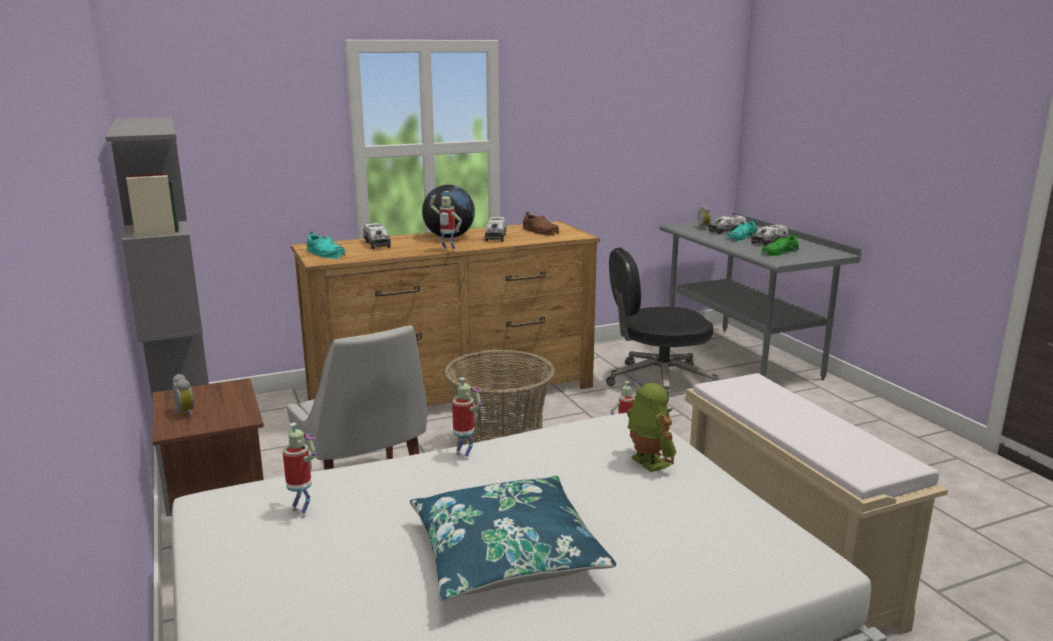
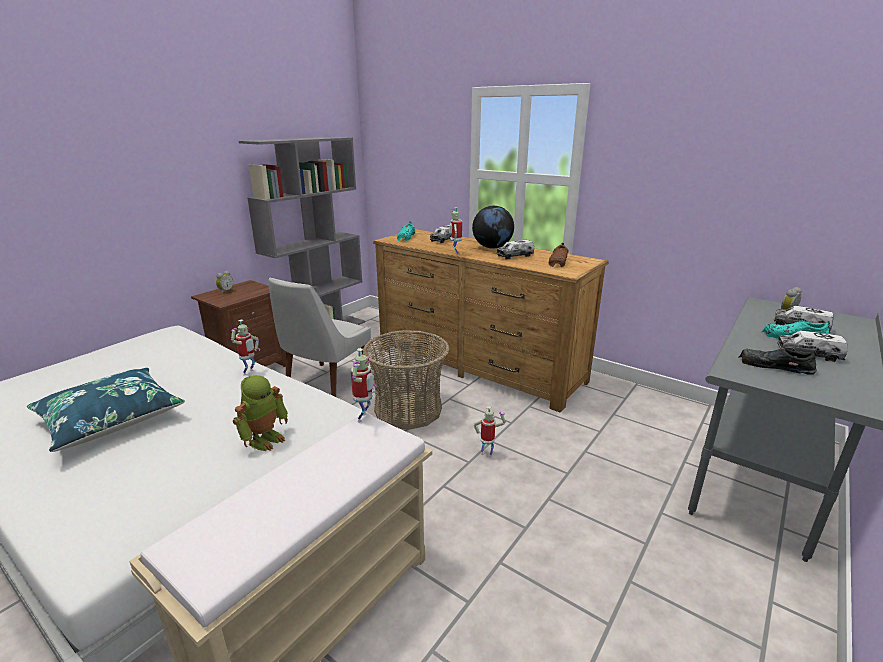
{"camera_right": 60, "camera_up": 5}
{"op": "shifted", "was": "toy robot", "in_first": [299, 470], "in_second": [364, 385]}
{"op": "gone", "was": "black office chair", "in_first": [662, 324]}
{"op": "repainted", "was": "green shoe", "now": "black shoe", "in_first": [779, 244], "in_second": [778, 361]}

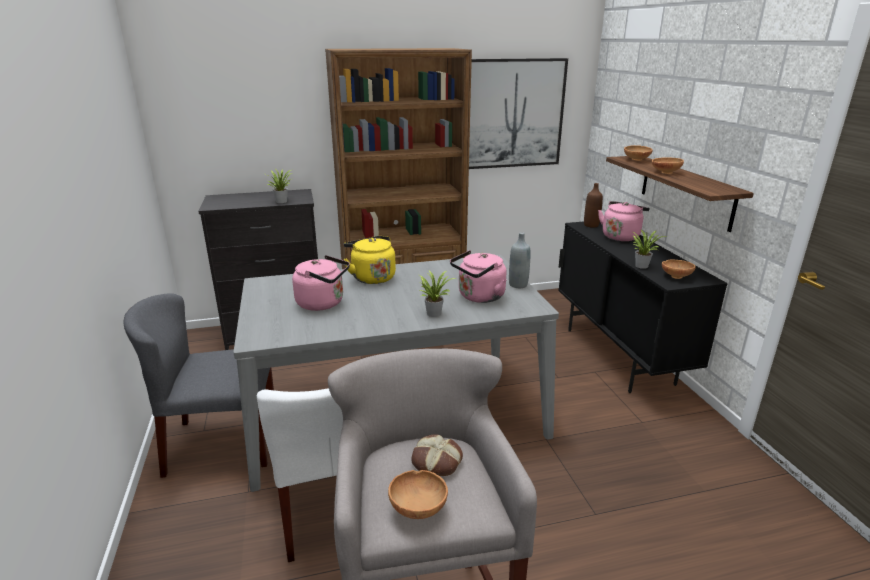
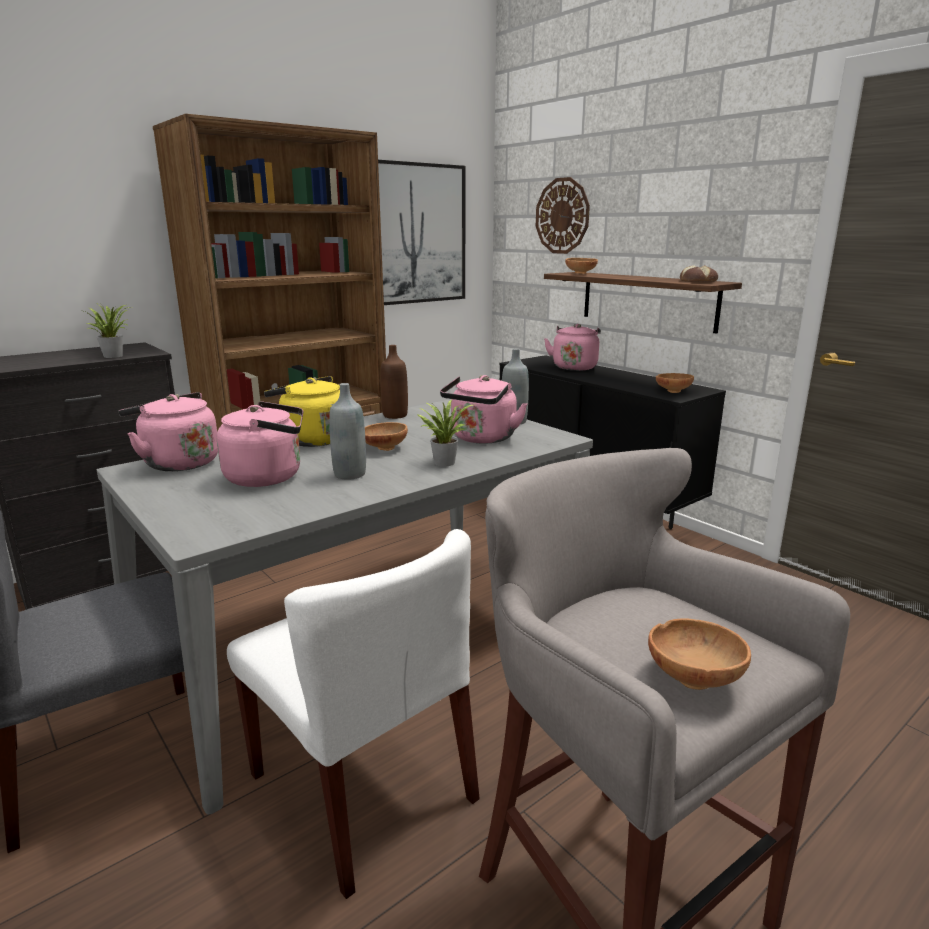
{"camera_right": -25, "camera_up": -5}
{"op": "shifted", "was": "bread", "in_first": [437, 455], "in_second": [699, 274]}
{"op": "shifted", "was": "brown bottle", "in_first": [593, 205], "in_second": [394, 382]}
{"op": "gone", "was": "potted plant", "in_first": [650, 249]}
{"op": "shifted", "was": "brown bowl", "in_first": [668, 165], "in_second": [386, 436]}
{"op": "new", "now": "pink kettle", "in_second": [168, 431]}
{"op": "new", "now": "grey bottle", "in_second": [347, 431]}
{"op": "new", "now": "wall clock", "in_second": [563, 215]}

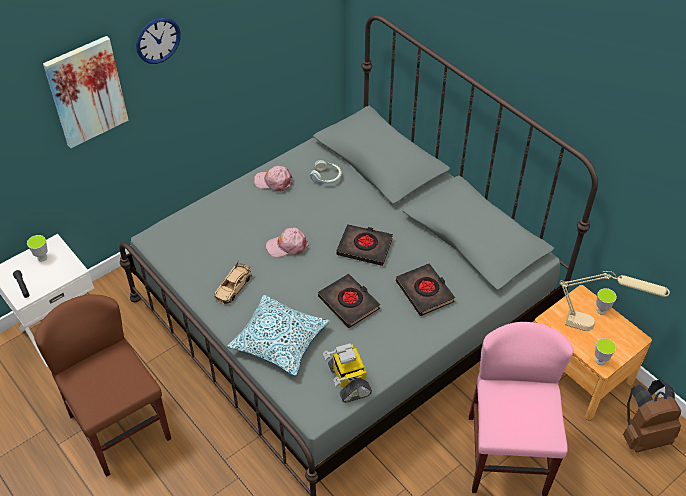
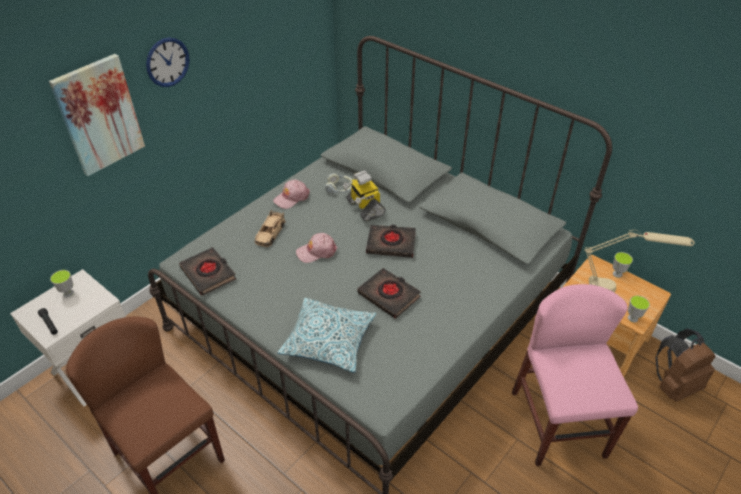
{"camera_right": -10, "camera_up": -5}
{"op": "shifted", "was": "beige toy car", "in_first": [233, 283], "in_second": [270, 228]}
{"op": "rotated", "was": "pink cap", "in_first": [273, 179], "in_second": [291, 194], "clockwise": -45}
{"op": "shifted", "was": "toy robot", "in_first": [347, 373], "in_second": [364, 196]}
{"op": "shifted", "was": "black book", "in_first": [425, 289], "in_second": [207, 271]}

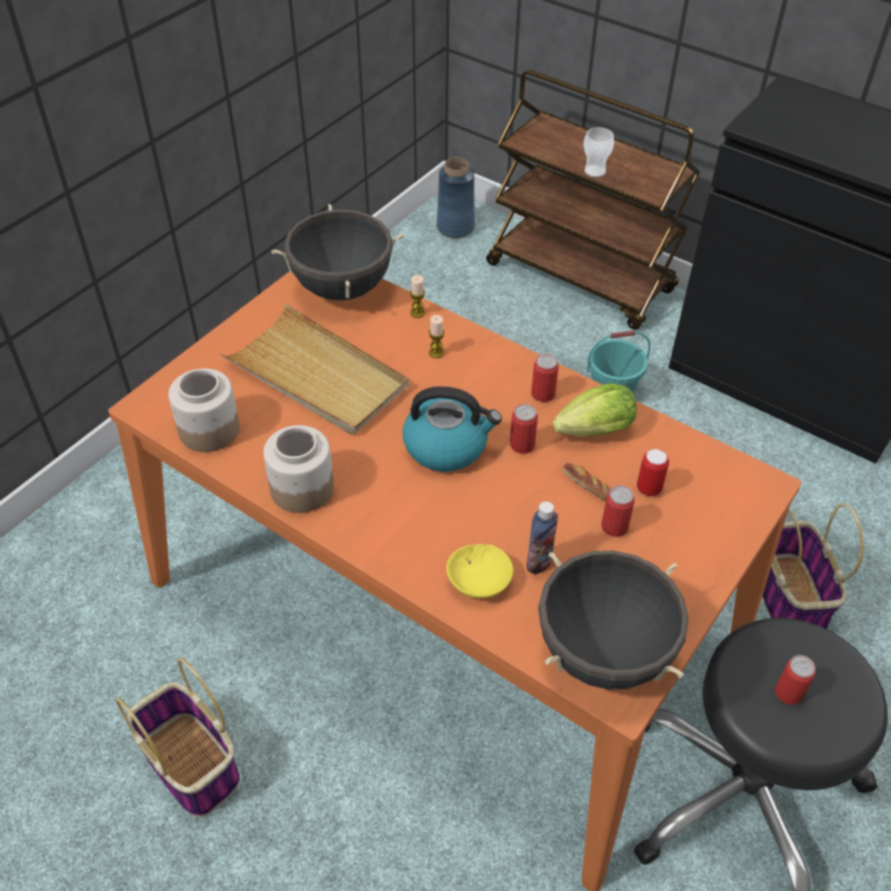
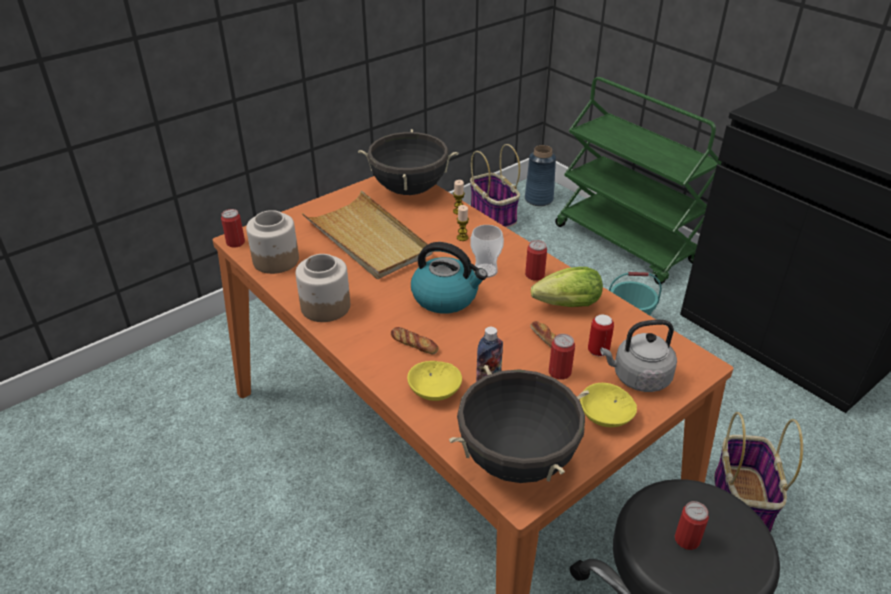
{"camera_right": 15, "camera_up": -10}
{"op": "shifted", "was": "basket", "in_first": [178, 737], "in_second": [495, 186]}
{"op": "repainted", "was": "brown cart", "now": "green cart", "in_first": [593, 200], "in_second": [638, 180]}
{"op": "shifted", "was": "can", "in_first": [524, 429], "in_second": [233, 228]}
{"op": "shifted", "was": "cup", "in_first": [598, 152], "in_second": [487, 251]}
{"op": "new", "now": "bread", "in_second": [415, 340]}
{"op": "new", "now": "yellow bowl", "in_second": [608, 405]}
{"op": "new", "now": "grey kettle", "in_second": [638, 356]}

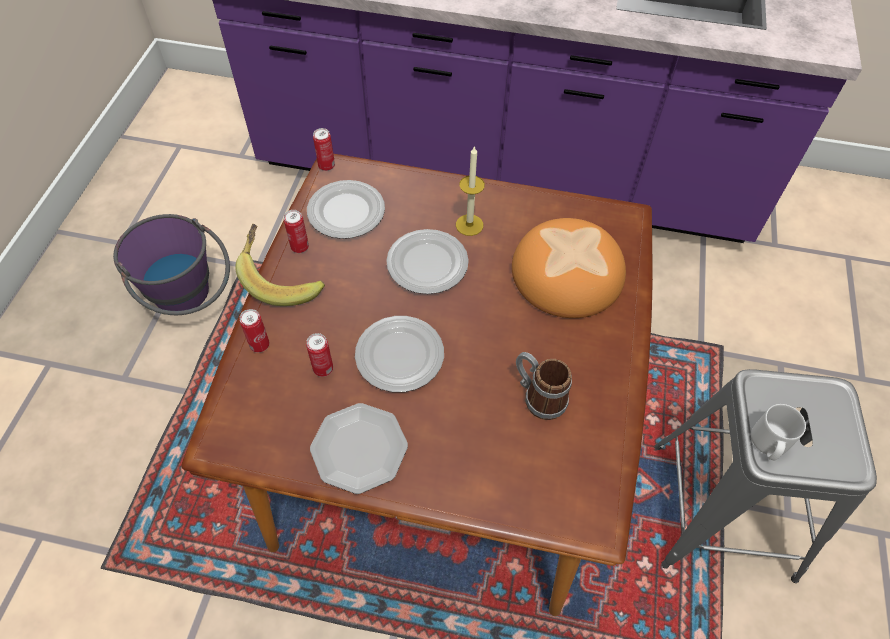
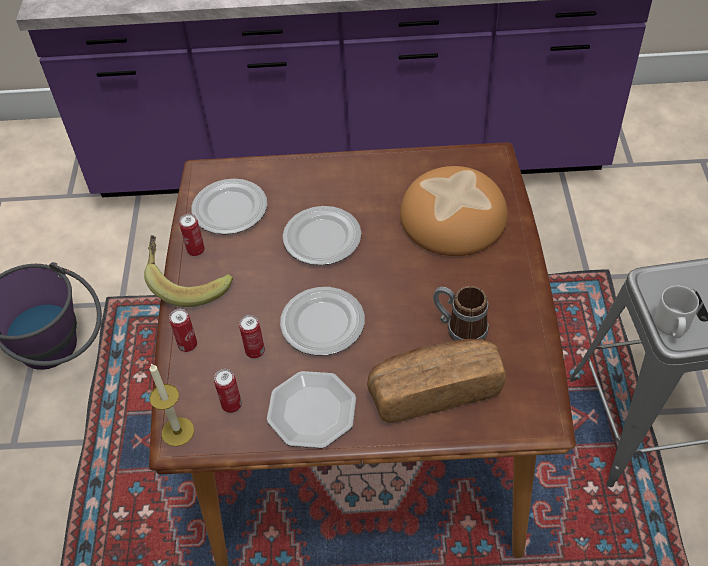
{"camera_right": -10, "camera_up": -5}
{"op": "shifted", "was": "can", "in_first": [324, 149], "in_second": [228, 391]}
{"op": "shifted", "was": "candle", "in_first": [470, 191], "in_second": [171, 405]}
{"op": "new", "now": "bread", "in_second": [436, 381]}

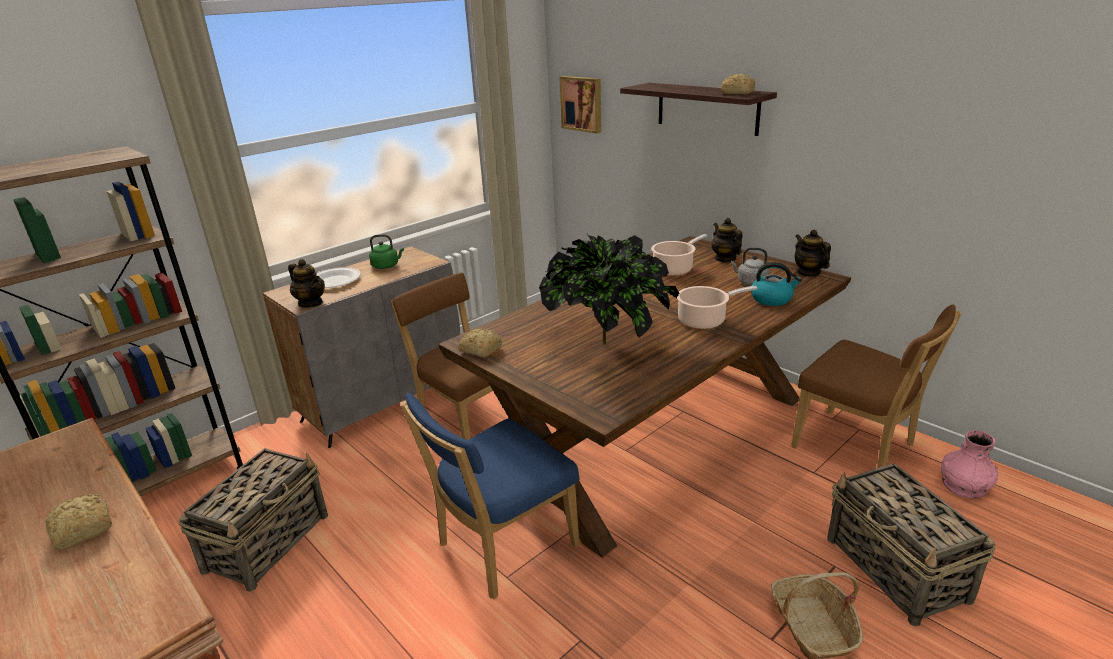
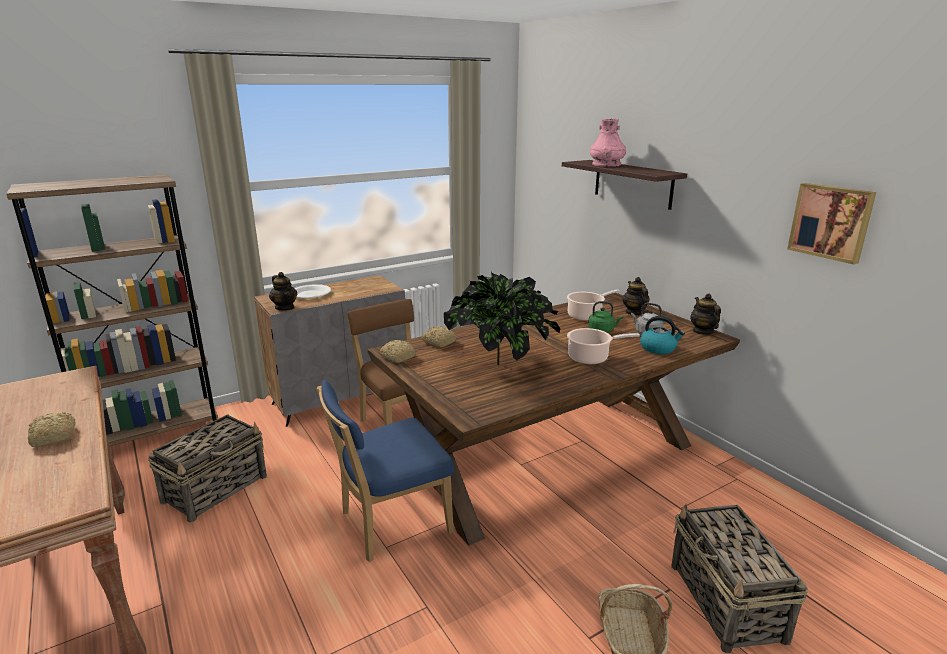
{"camera_right": 10, "camera_up": -5}
{"op": "shifted", "was": "green kettle", "in_first": [386, 251], "in_second": [605, 317]}
{"op": "shifted", "was": "picture", "in_first": [580, 105], "in_second": [831, 223]}
{"op": "shifted", "was": "bread", "in_first": [738, 84], "in_second": [439, 336]}
{"op": "gone", "was": "brown chair", "in_first": [876, 386]}
{"op": "shifted", "was": "pink vase", "in_first": [969, 464], "in_second": [608, 143]}

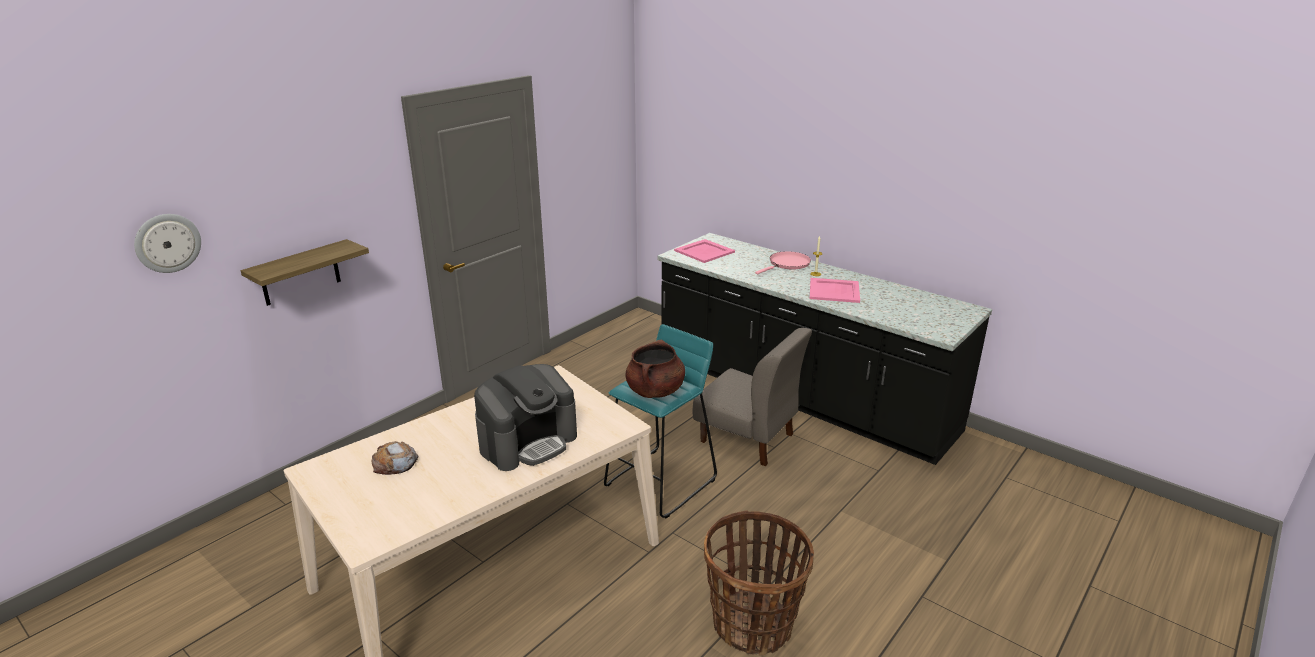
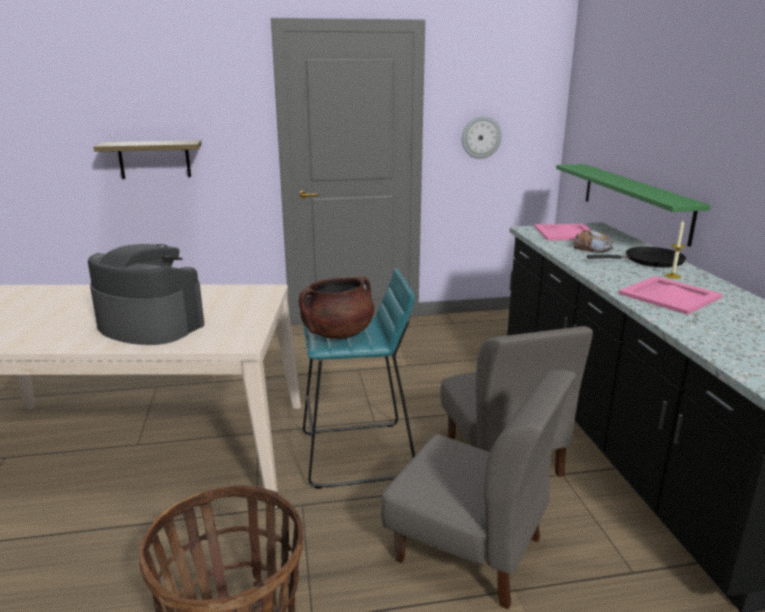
{"camera_right": 40, "camera_up": -5}
{"op": "shifted", "was": "wall clock", "in_first": [167, 243], "in_second": [482, 137]}
{"op": "shifted", "was": "bread", "in_first": [395, 458], "in_second": [593, 241]}
{"op": "rotated", "was": "coffee machine", "in_first": [525, 417], "in_second": [146, 294], "clockwise": -150}
{"op": "repainted", "was": "pink frying pan", "now": "black frying pan", "in_first": [783, 262], "in_second": [636, 257]}
{"op": "new", "now": "grey chair", "in_second": [478, 490]}
{"op": "new", "now": "green shelf", "in_second": [633, 205]}

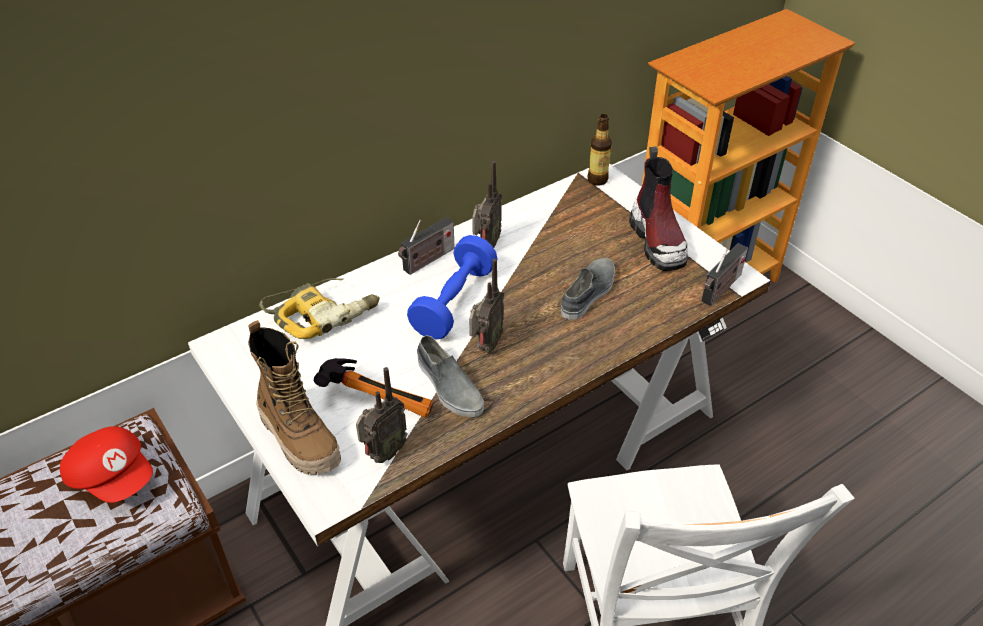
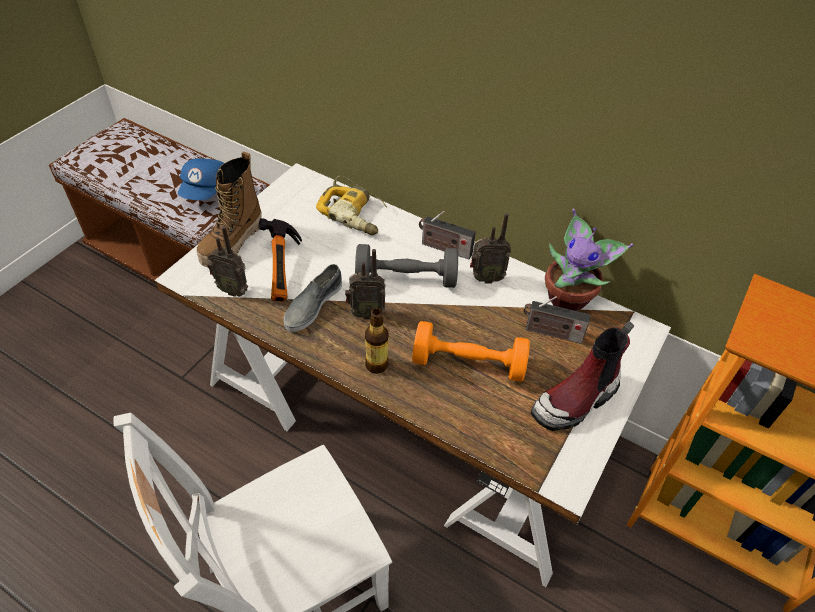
{"camera_right": 65, "camera_up": 5}
{"op": "repainted", "was": "red cap", "now": "blue cap", "in_first": [106, 464], "in_second": [201, 179]}
{"op": "repainted", "was": "blue dumbbell", "now": "grey dumbbell", "in_first": [452, 287], "in_second": [406, 266]}
{"op": "swapped", "was": "grey shoe", "now": "orange dumbbell", "in_first": [588, 289], "in_second": [471, 351]}
{"op": "shifted", "was": "bottle", "in_first": [600, 149], "in_second": [377, 341]}
{"op": "shifted", "was": "radio", "in_first": [724, 274], "in_second": [557, 320]}
{"op": "new", "now": "potted plant", "in_second": [589, 260]}

